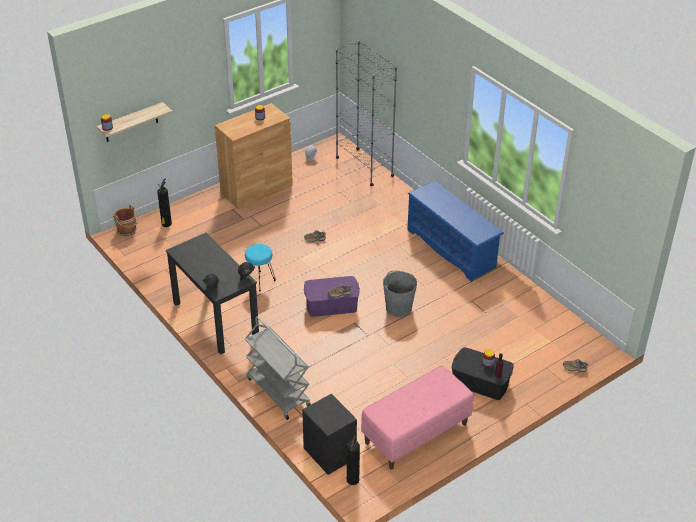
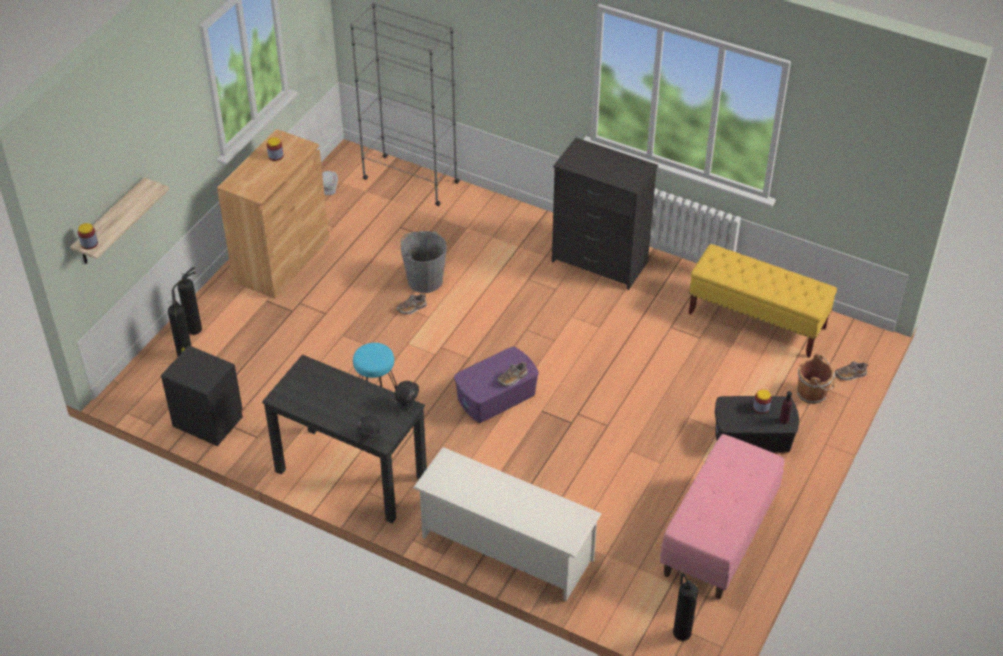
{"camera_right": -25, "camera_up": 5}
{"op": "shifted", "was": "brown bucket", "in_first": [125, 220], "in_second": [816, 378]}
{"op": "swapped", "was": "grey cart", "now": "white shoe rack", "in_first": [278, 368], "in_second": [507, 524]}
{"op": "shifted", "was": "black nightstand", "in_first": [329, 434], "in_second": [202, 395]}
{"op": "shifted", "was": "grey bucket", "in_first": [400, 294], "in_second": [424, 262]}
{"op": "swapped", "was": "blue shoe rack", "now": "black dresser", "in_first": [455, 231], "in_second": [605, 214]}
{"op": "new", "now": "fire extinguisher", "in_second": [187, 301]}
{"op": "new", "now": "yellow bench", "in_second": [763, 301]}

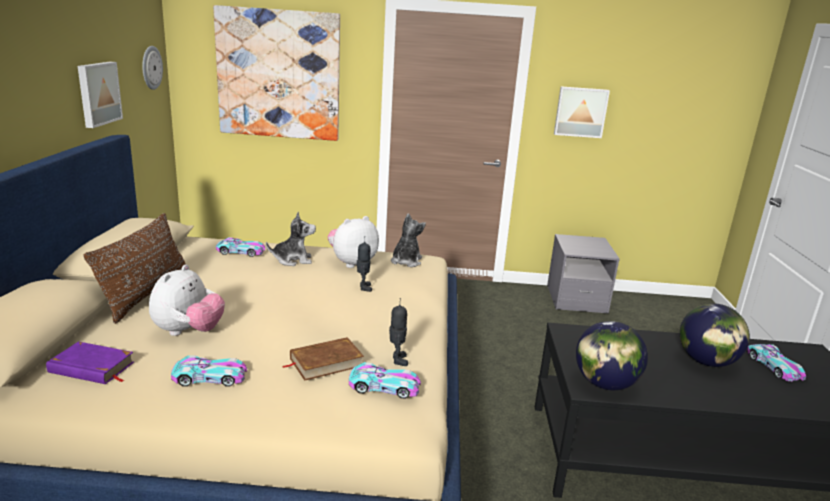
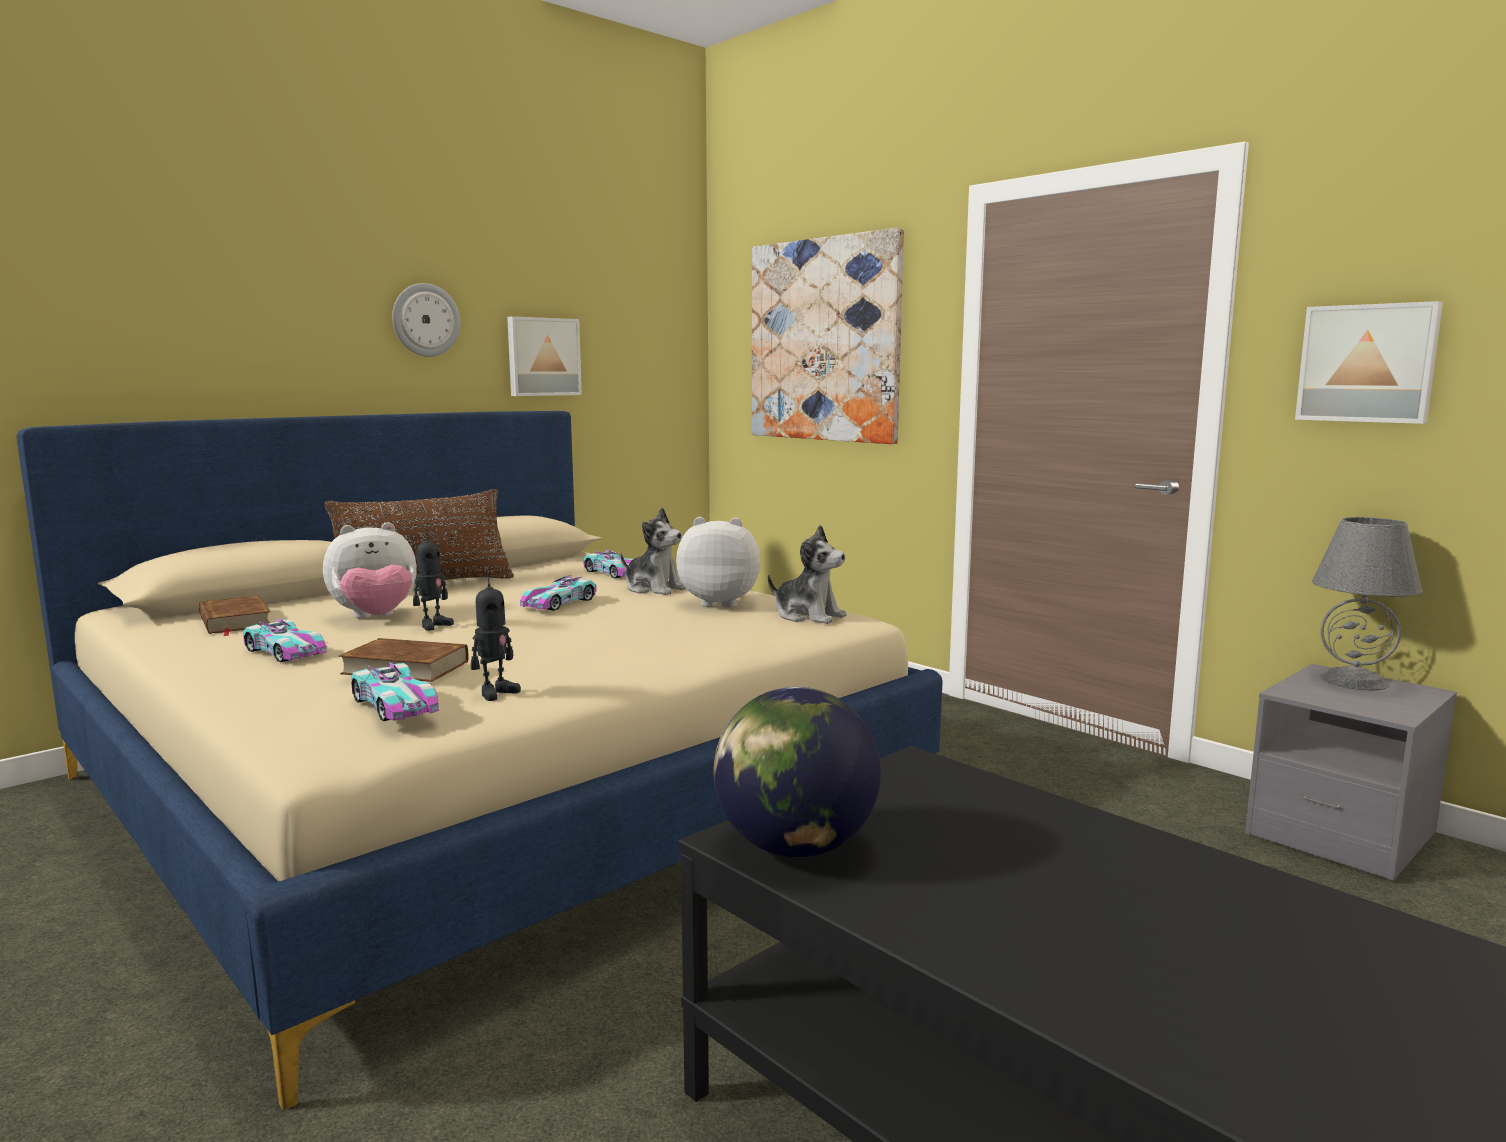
{"camera_right": 45, "camera_up": -10}
{"op": "repainted", "was": "purple book", "now": "brown book", "in_first": [90, 362], "in_second": [235, 616]}
{"op": "shifted", "was": "wall clock", "in_first": [152, 68], "in_second": [426, 320]}
{"op": "shifted", "was": "toy robot", "in_first": [364, 264], "in_second": [433, 580]}
{"op": "rotated", "was": "plush toy", "in_first": [408, 240], "in_second": [807, 574], "clockwise": 60}
{"op": "gone", "was": "globe", "in_first": [715, 335]}
{"op": "shifted", "was": "toy car", "in_first": [776, 362], "in_second": [558, 593]}
{"op": "new", "now": "grey table lamp", "in_second": [1367, 603]}

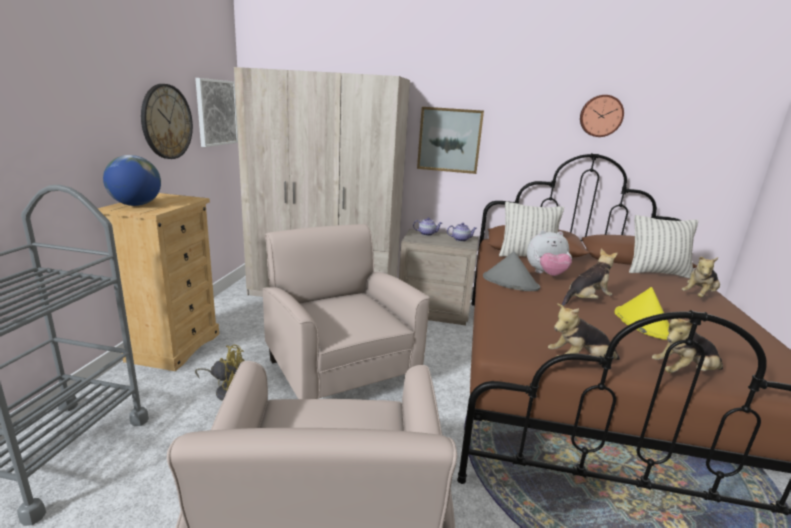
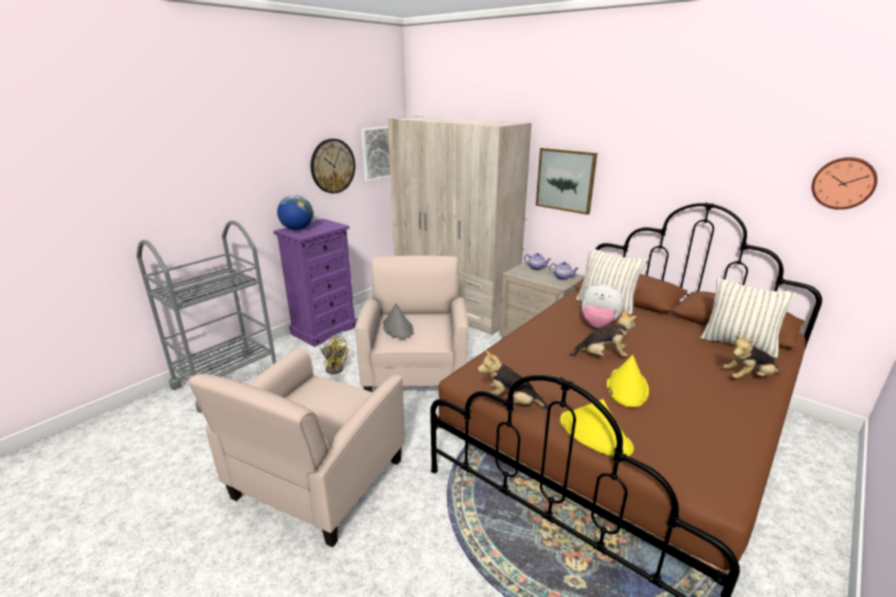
{"camera_right": 30, "camera_up": 5}
{"op": "repainted", "was": "beige dresser", "now": "purple dresser", "in_first": [158, 282], "in_second": [315, 283]}
{"op": "shifted", "was": "grey hat", "in_first": [511, 271], "in_second": [398, 321]}
{"op": "shifted", "was": "wall clock", "in_first": [602, 116], "in_second": [845, 183]}
{"op": "swapped", "was": "plush toy", "now": "yellow hat", "in_first": [687, 346], "in_second": [597, 428]}

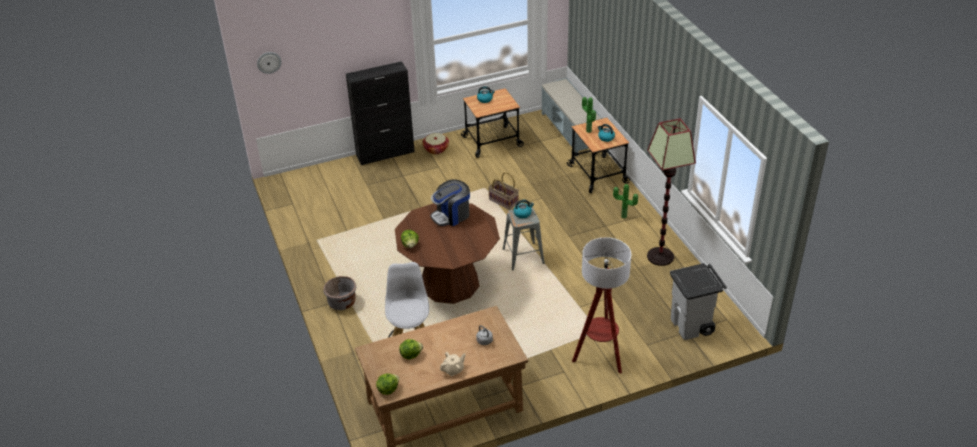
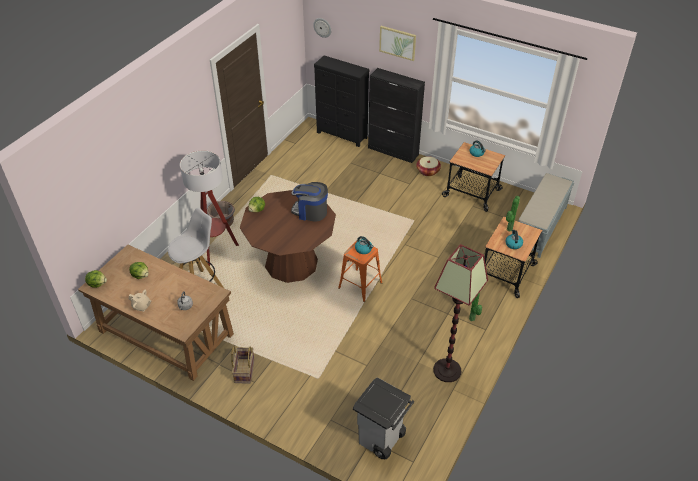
{"camera_right": 50, "camera_up": 5}
{"op": "shifted", "was": "basket", "in_first": [503, 191], "in_second": [242, 365]}
{"op": "repainted", "was": "grey stool", "now": "orange stool", "in_first": [524, 238], "in_second": [360, 271]}
{"op": "shifted", "was": "floor lamp", "in_first": [601, 305], "in_second": [209, 208]}
{"op": "new", "now": "black dresser", "in_second": [341, 101]}
{"op": "new", "now": "picture", "in_second": [397, 43]}

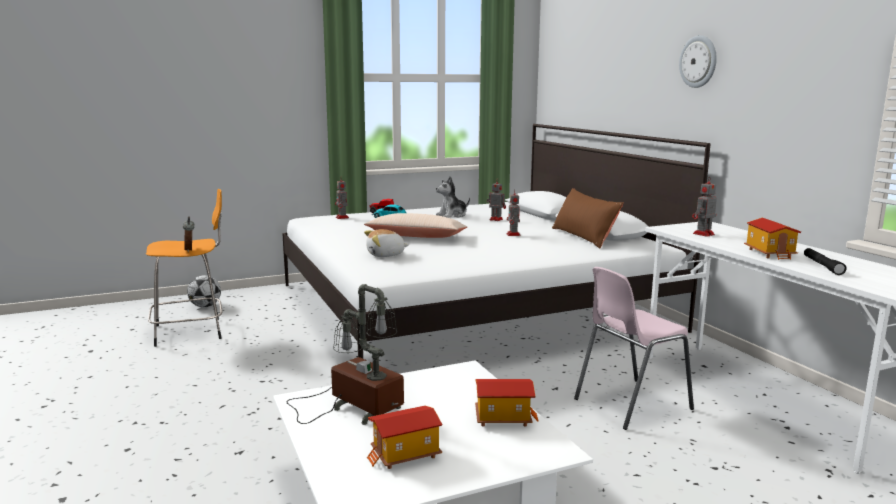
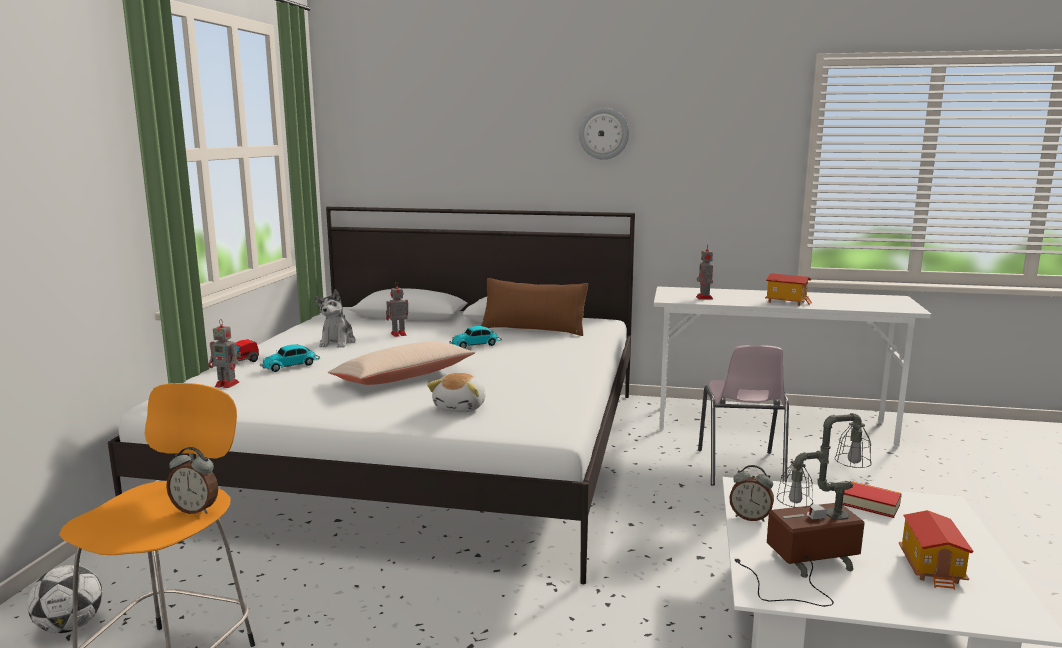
{"camera_right": -55, "camera_up": 0}
{"op": "swapped", "was": "toy house", "now": "book", "in_first": [506, 403], "in_second": [872, 499]}
{"op": "swapped", "was": "toy robot", "now": "toy car", "in_first": [513, 213], "in_second": [475, 337]}
{"op": "gone", "was": "black flashlight", "in_first": [825, 261]}
{"op": "new", "now": "alarm clock", "in_second": [751, 493]}

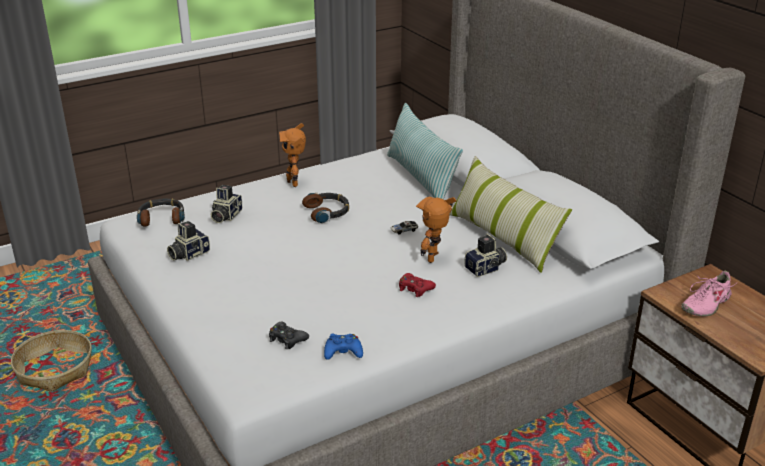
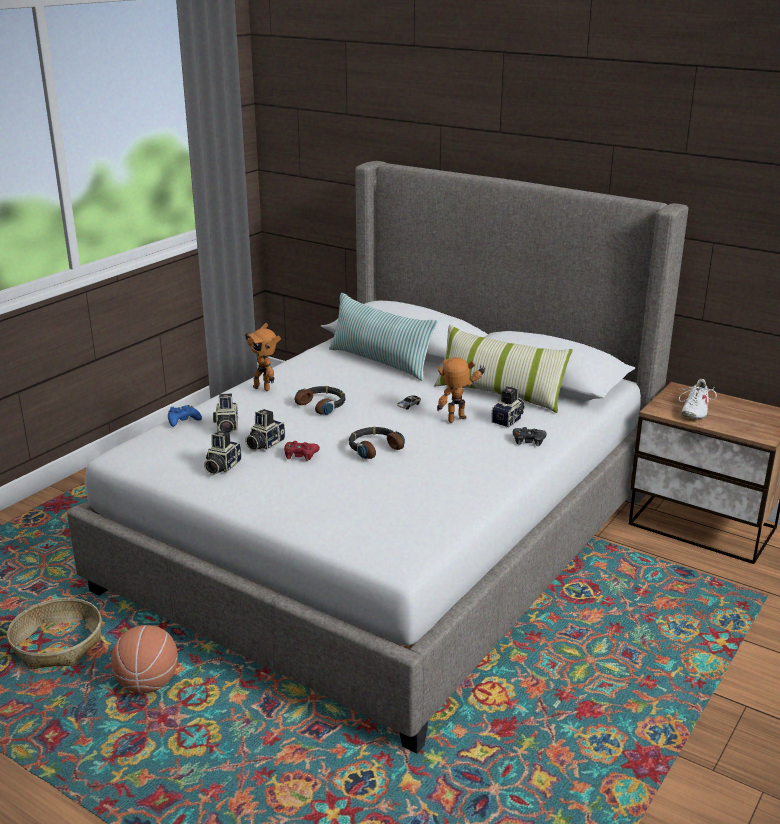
{"camera_right": -25, "camera_up": -5}
{"op": "shifted", "was": "headphones", "in_first": [161, 213], "in_second": [377, 442]}
{"op": "shifted", "was": "black game controller", "in_first": [289, 335], "in_second": [530, 436]}
{"op": "shifted", "was": "blue game controller", "in_first": [343, 347], "in_second": [185, 416]}
{"op": "shifted", "was": "red game controller", "in_first": [417, 285], "in_second": [302, 451]}
{"op": "rotated", "was": "toy robot", "in_first": [436, 230], "in_second": [461, 390], "clockwise": 60}
{"op": "repainted", "was": "pink shoe", "now": "white shoe", "in_first": [709, 294], "in_second": [698, 399]}
{"op": "new", "now": "basketball", "in_second": [144, 659]}
{"op": "new", "now": "photo camera", "in_second": [265, 430]}

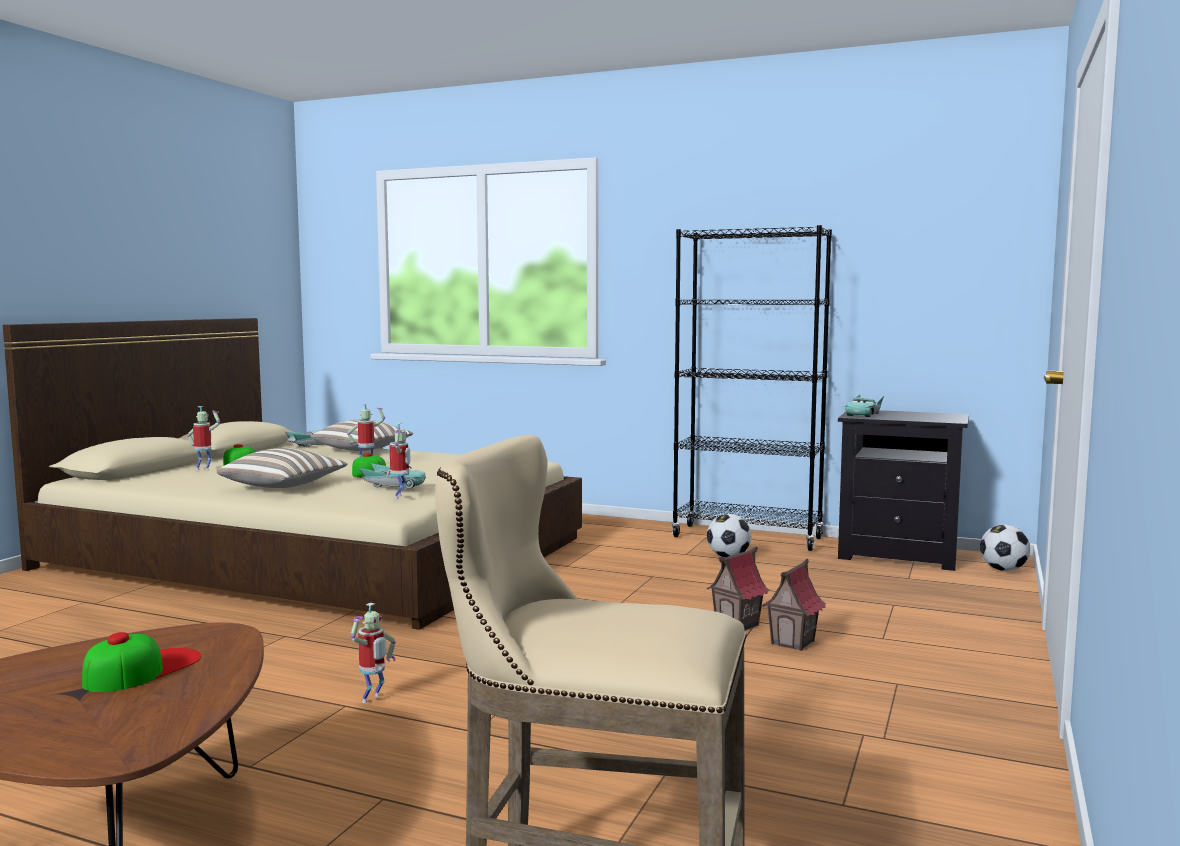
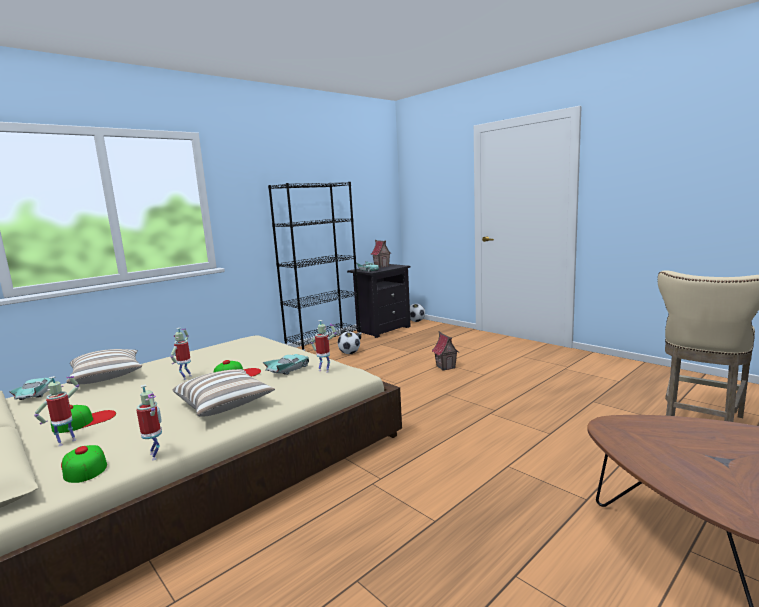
{"camera_right": -65, "camera_up": 5}
{"op": "shifted", "was": "cap", "in_first": [141, 662], "in_second": [84, 464]}
{"op": "shifted", "was": "toy robot", "in_first": [373, 653], "in_second": [149, 422]}
{"op": "shifted", "was": "toy house", "in_first": [794, 605], "in_second": [381, 254]}

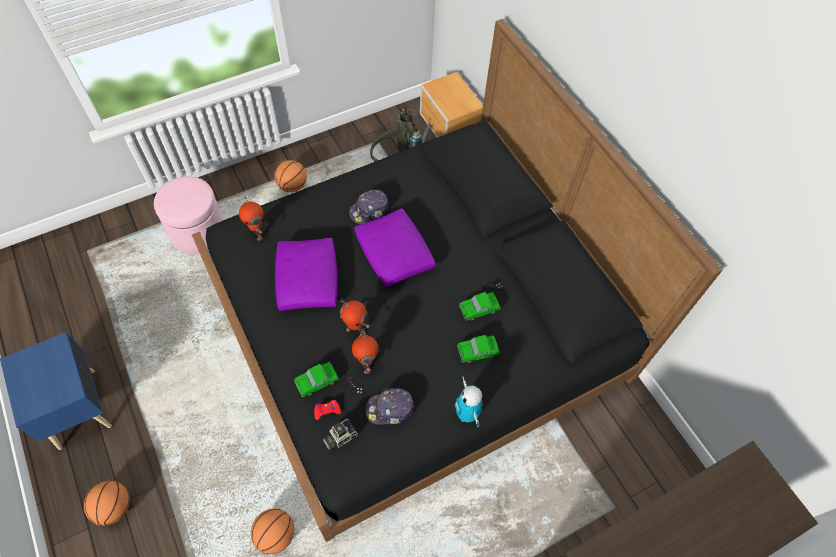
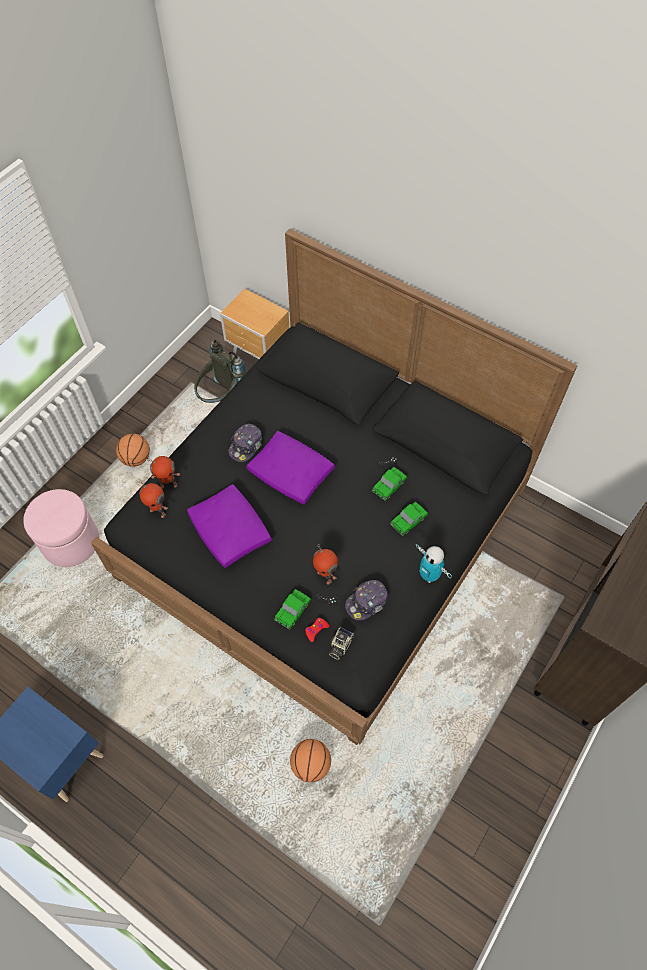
{"camera_right": -25, "camera_up": 0}
{"op": "gone", "was": "basketball", "in_first": [107, 503]}
{"op": "shifted", "was": "toy robot", "in_first": [355, 317], "in_second": [164, 472]}

